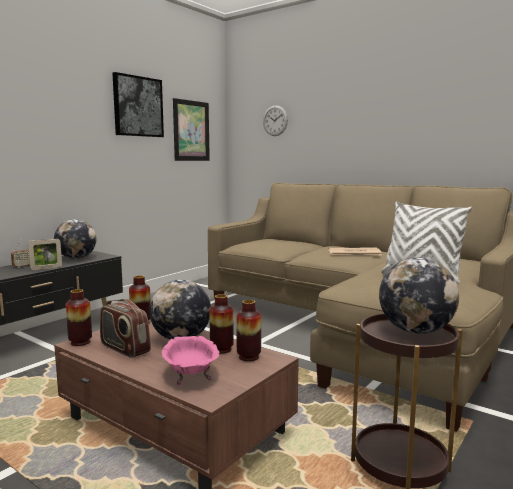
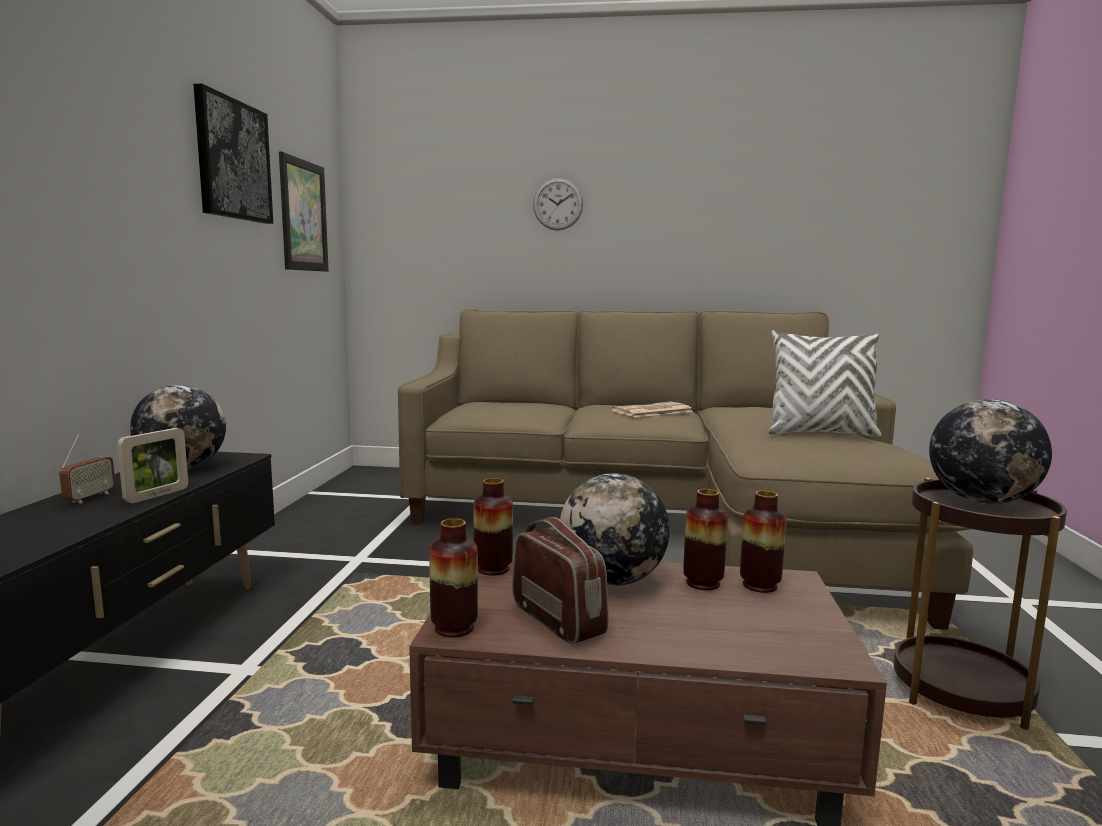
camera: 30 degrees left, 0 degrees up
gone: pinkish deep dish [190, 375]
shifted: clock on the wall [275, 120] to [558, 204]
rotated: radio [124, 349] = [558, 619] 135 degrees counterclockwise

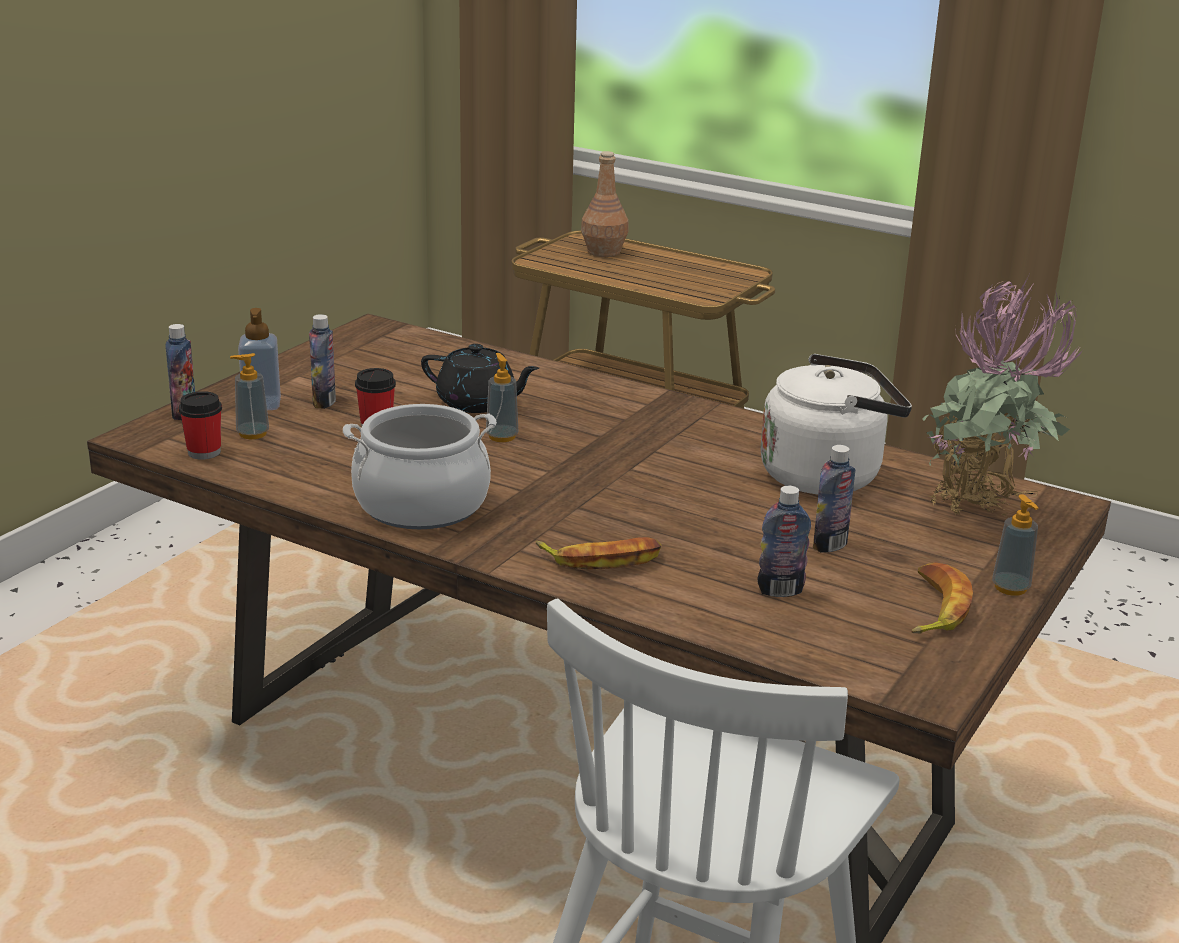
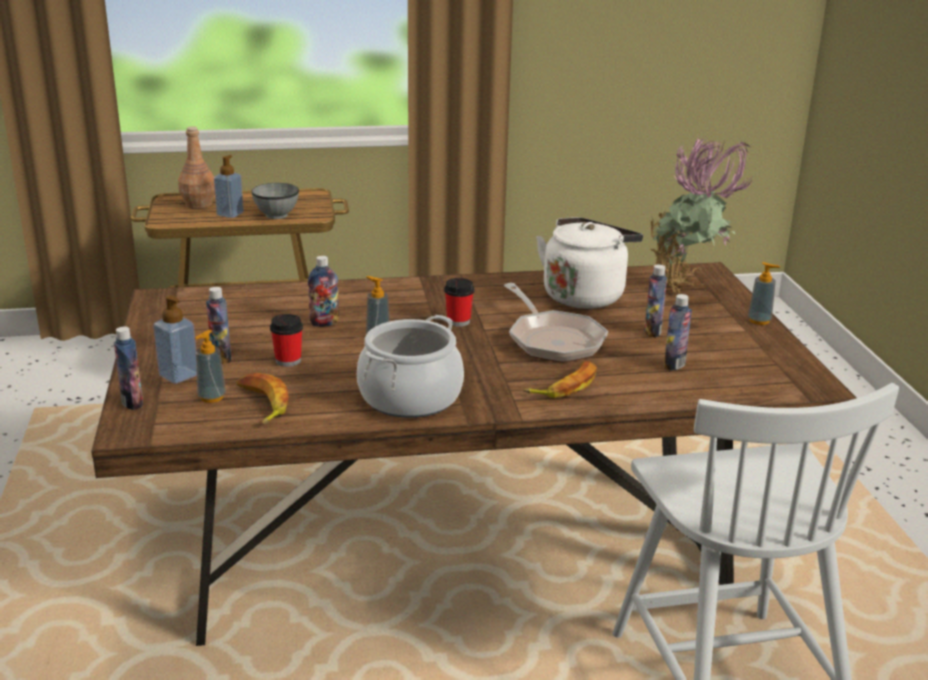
camera: 40 degrees left, 0 degrees up
new: liquid soap bottle [230, 214]; gray deep dish [276, 215]; pan [552, 340]
shifted: drinking cup [204, 452] to [458, 321]; whole banana [933, 608] to [261, 404]
swapped: black teapot [477, 403] to beverage bottle [324, 323]

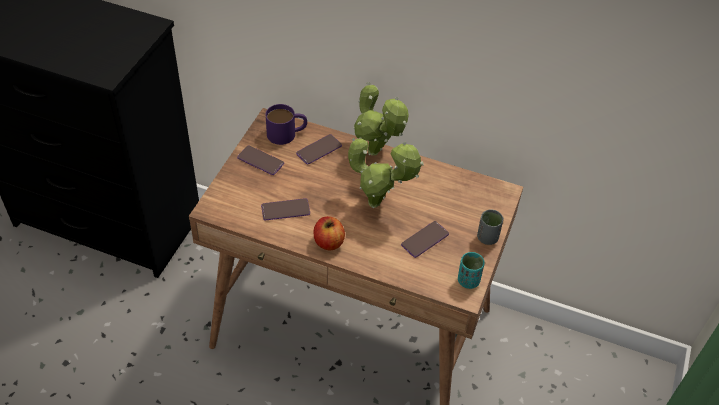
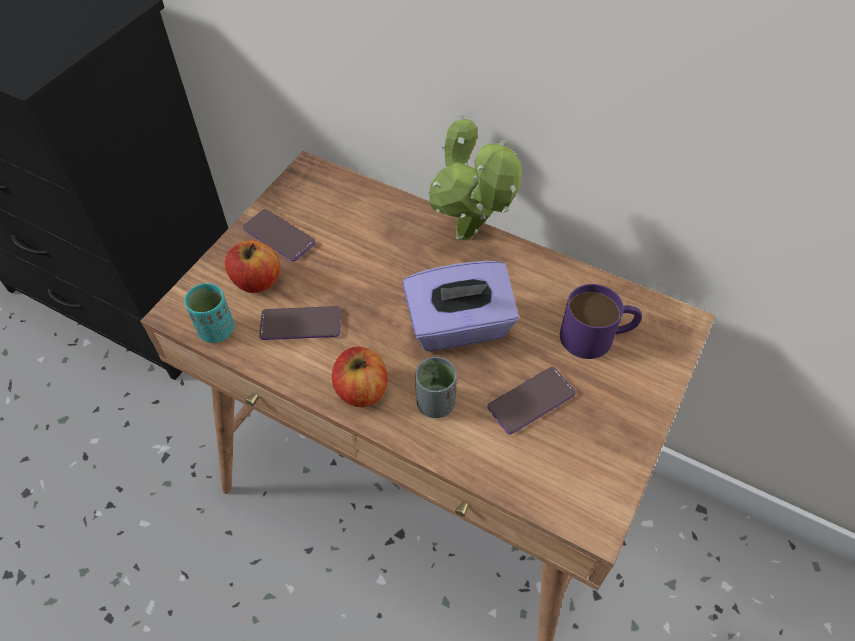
camera: 10 degrees right, 5 degrees up
gone: telephone [319, 150]
new: apple [257, 281]
shifted: purple mug [287, 133] to [597, 336]; gray drinking cup [487, 238] to [435, 403]; turquoise-coloured drinking cup [468, 280] to [216, 330]
swapped: houseplant [378, 204] to purple box of tissues [459, 327]

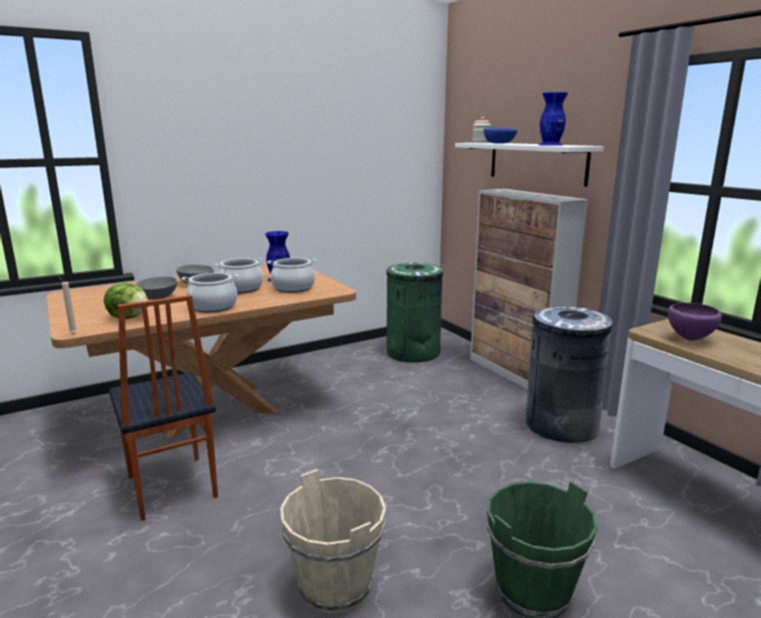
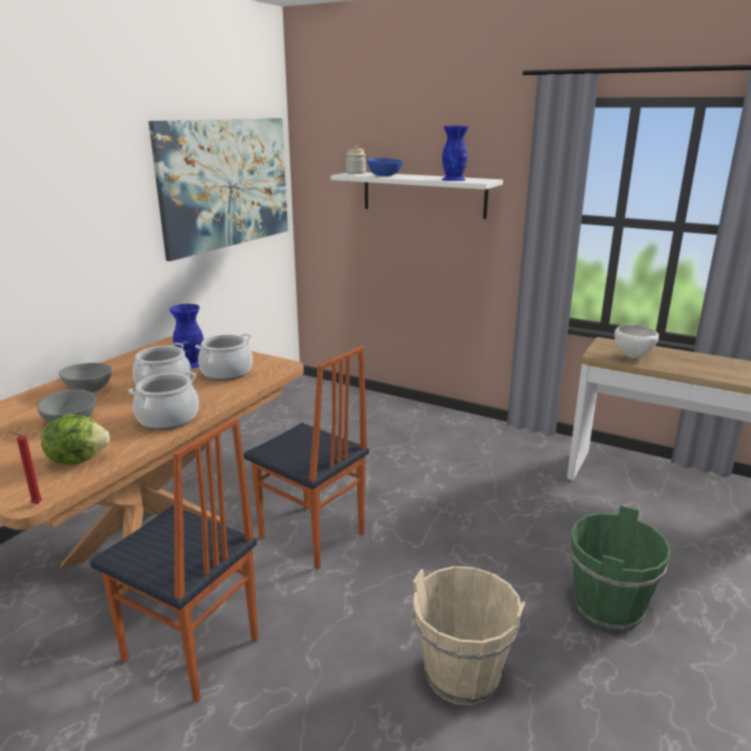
camera: 30 degrees left, 5 degrees up
gone: cupboard [516, 373]; greenish rubbish bin [413, 352]; gray rubbish bin [561, 425]
new: wall picture [226, 183]; upright chair [311, 537]
repainted: beige-coloured candle [72, 334] to reddish candle [35, 504]; purple deep dish [690, 339] to white-coloured deep dish [633, 357]

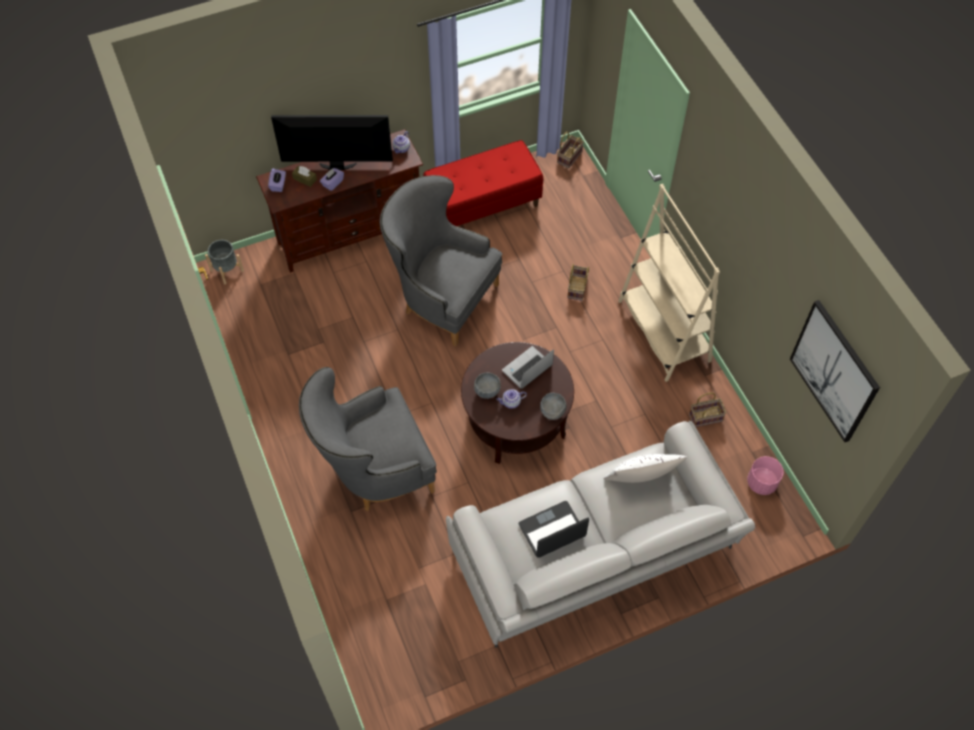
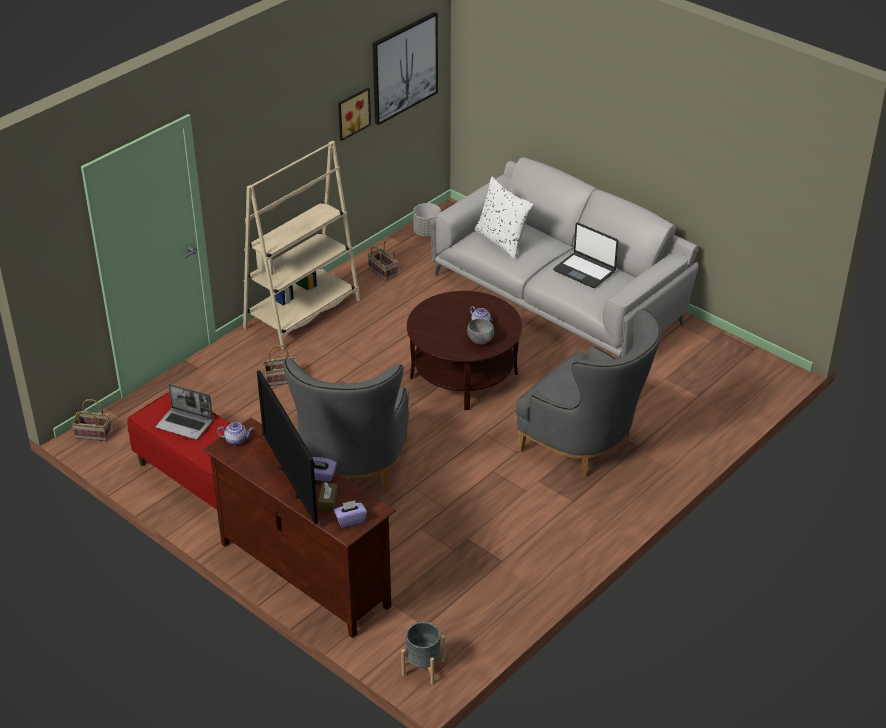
camera: 115 degrees left, 20 degrees down
gone: gray deep dish [552, 412]
new: wall picture [352, 113]
shifted: laptop [527, 369] to [185, 424]
repainted: pinkish flower pot [761, 483] to gray flower pot [427, 232]

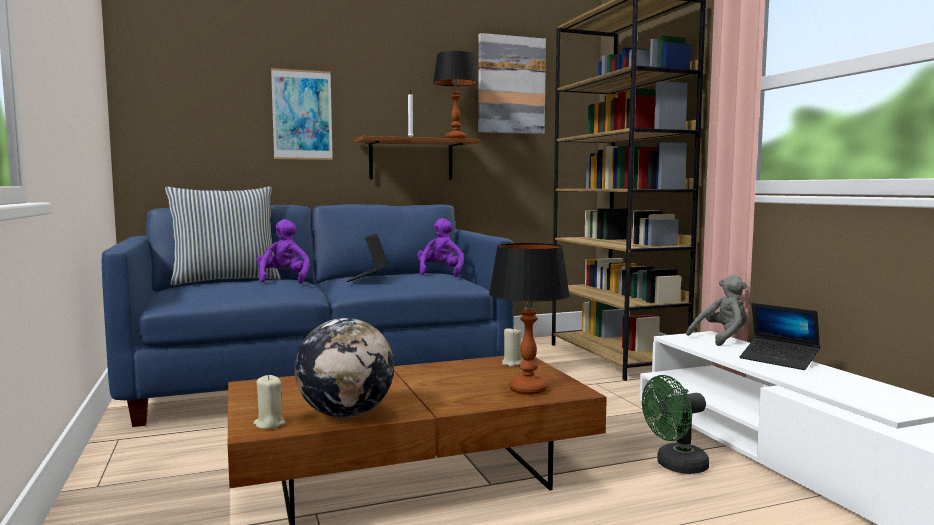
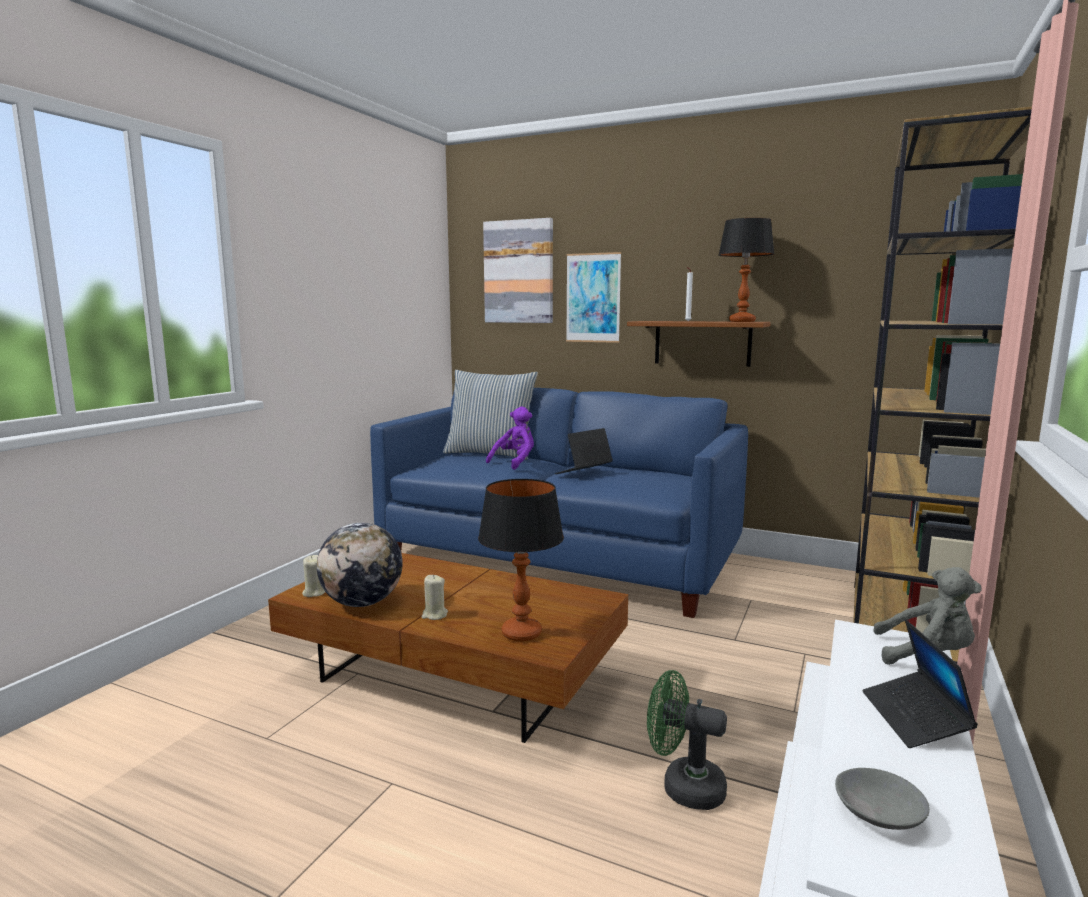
camera: 45 degrees right, 5 degrees up
gone: purple soft toy [440, 273]
new: gray deep dish [877, 812]
shifted: wall picture [511, 85] to [519, 272]; beige-coloured candle [512, 363] to [434, 615]

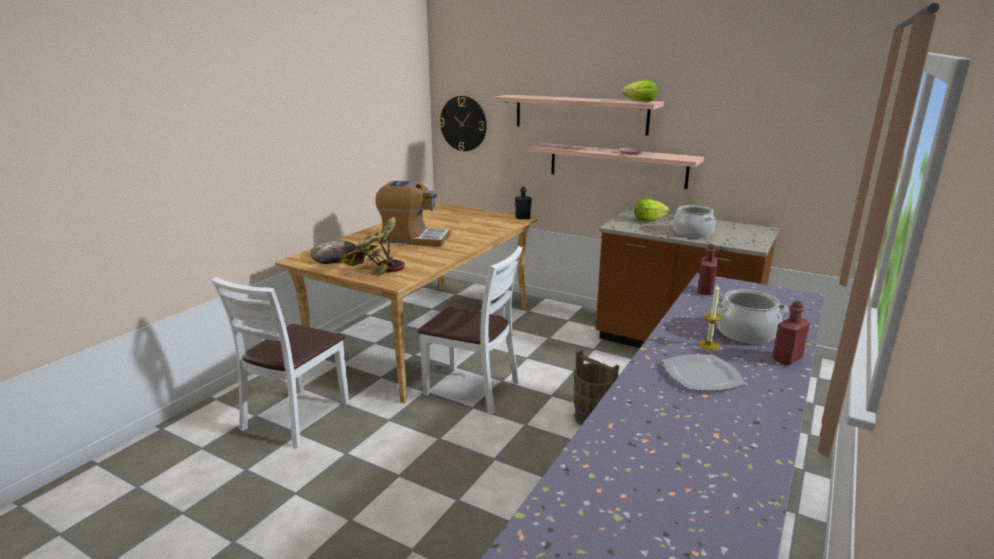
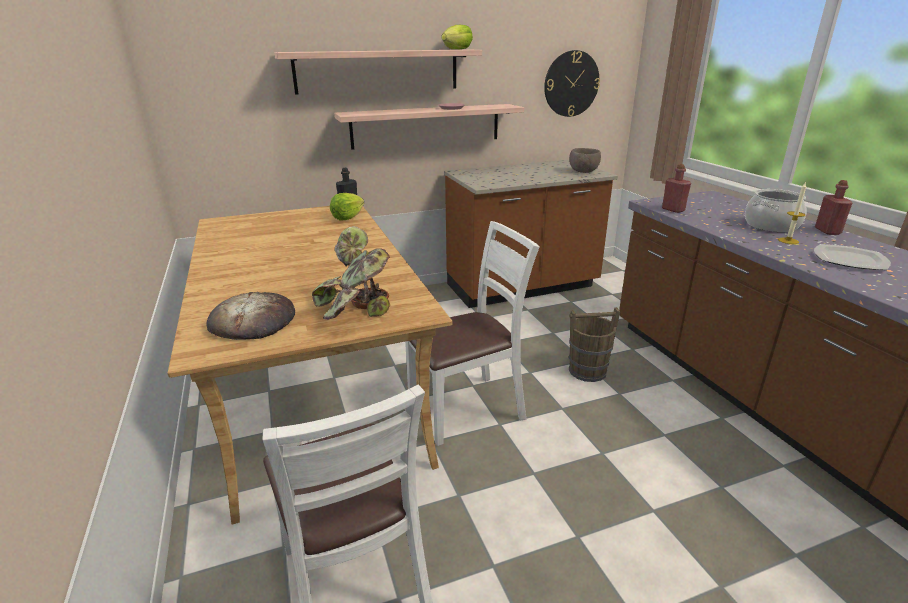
camera: 50 degrees left, 5 degrees up
gone: coffee machine [414, 239]; stockpot [692, 233]
new: brownish deep dish [583, 172]
shifted: clock on the wall [463, 123] to [571, 84]; lettuce head [648, 220] to [347, 217]

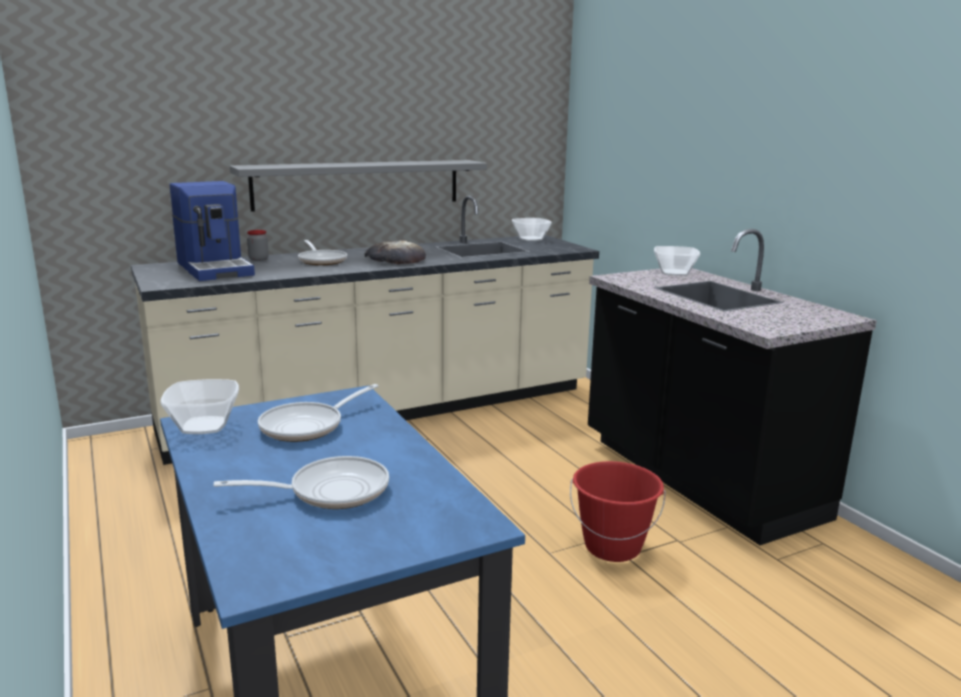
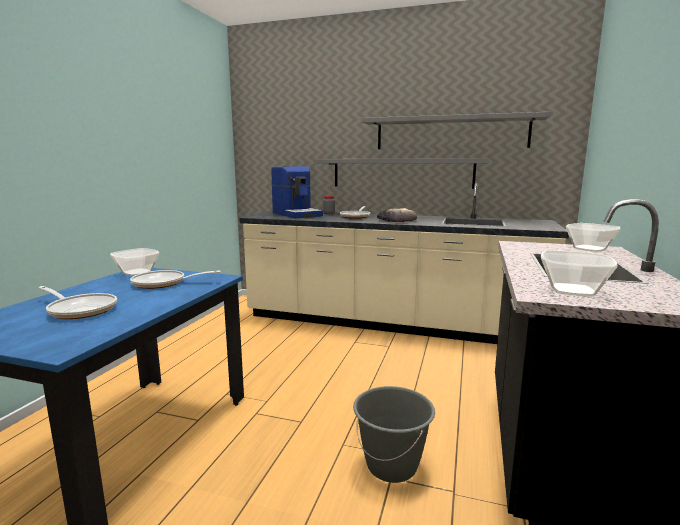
camera: 45 degrees right, 5 degrees down
new: gray wall shelf [451, 133]
shifted: deep dish [530, 239] to [572, 290]
repainted: reddish bucket [612, 547] to gray bucket [392, 465]
rotated: coffee machine [216, 268] = [297, 214] 45 degrees counterclockwise

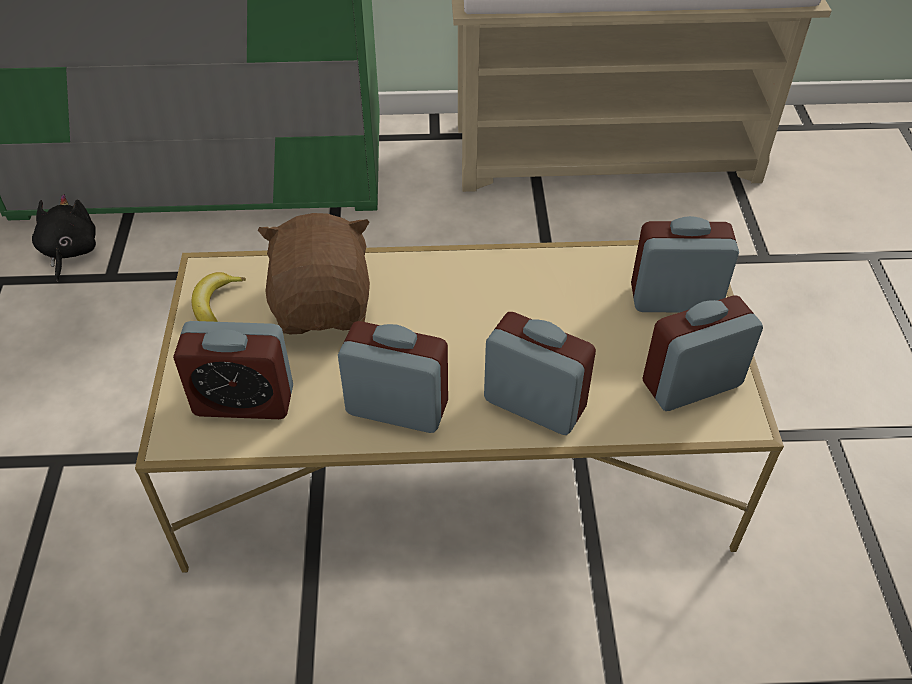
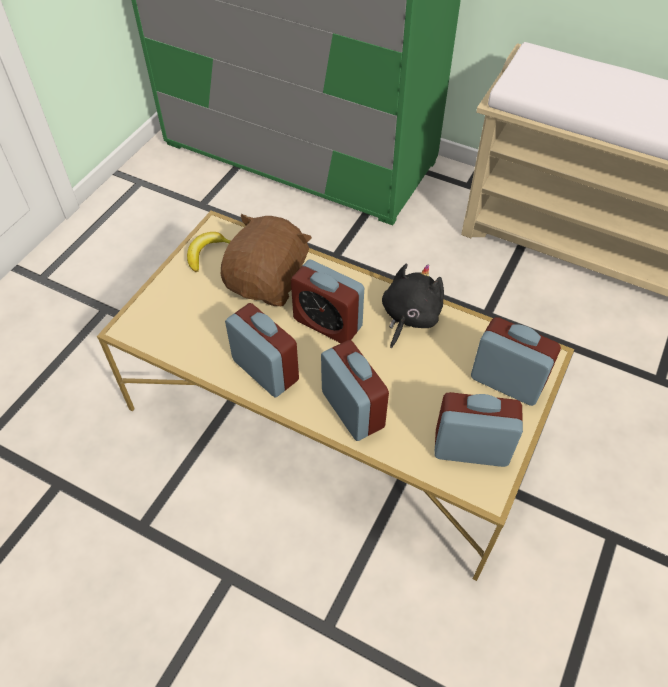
camera: 30 degrees right, 5 degrees up
shifted: black soft toy [69, 252] to [409, 317]; alarm clock [244, 401] to [327, 323]

